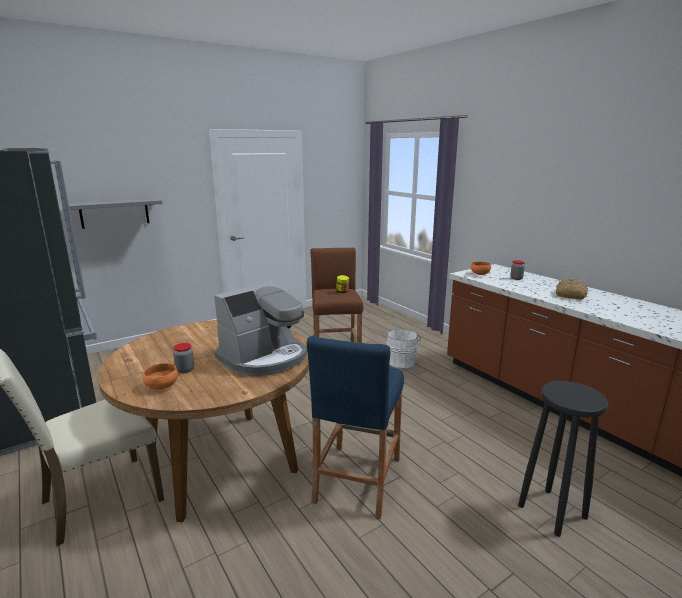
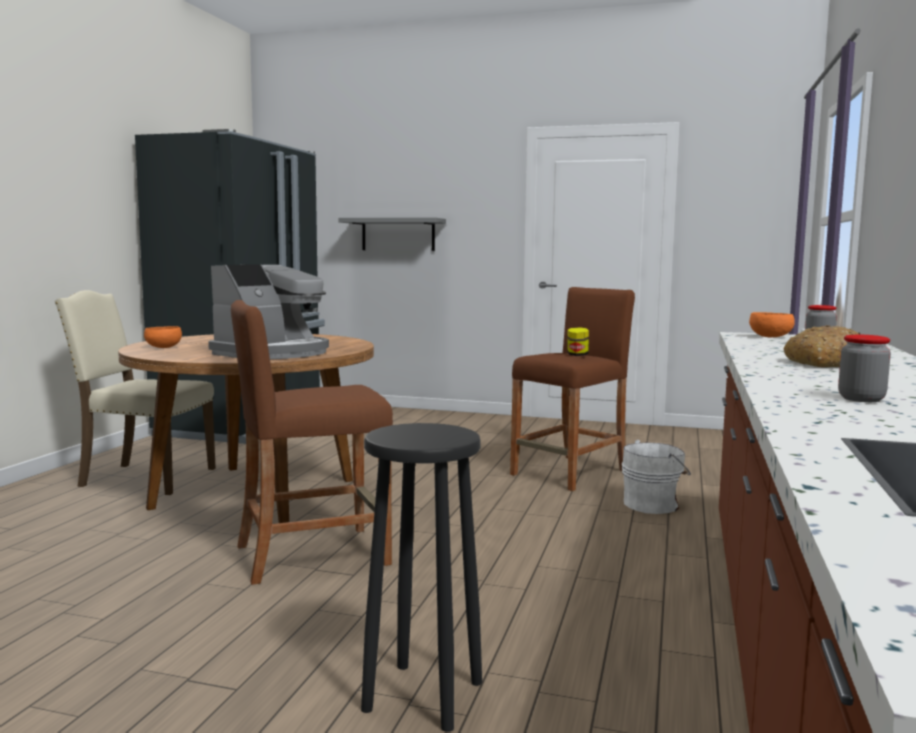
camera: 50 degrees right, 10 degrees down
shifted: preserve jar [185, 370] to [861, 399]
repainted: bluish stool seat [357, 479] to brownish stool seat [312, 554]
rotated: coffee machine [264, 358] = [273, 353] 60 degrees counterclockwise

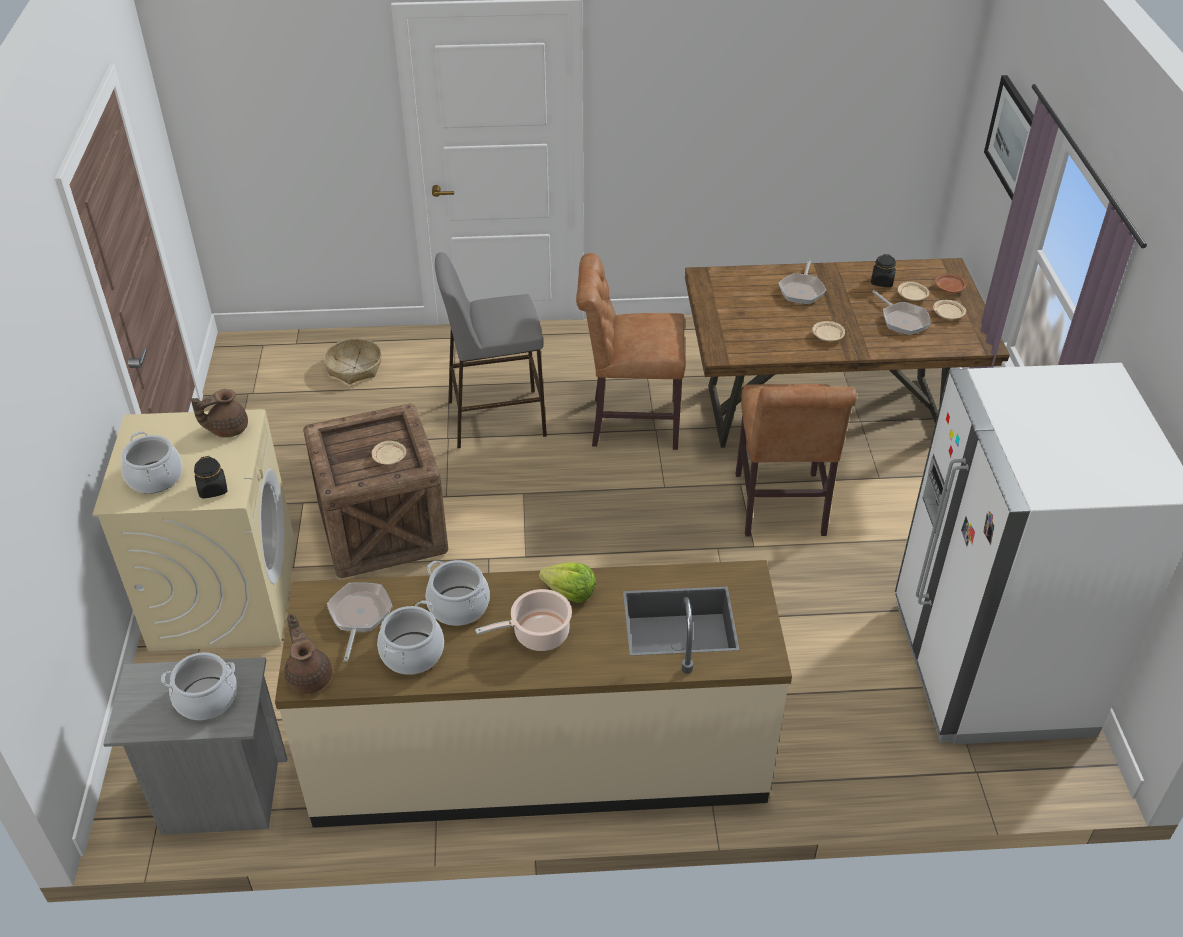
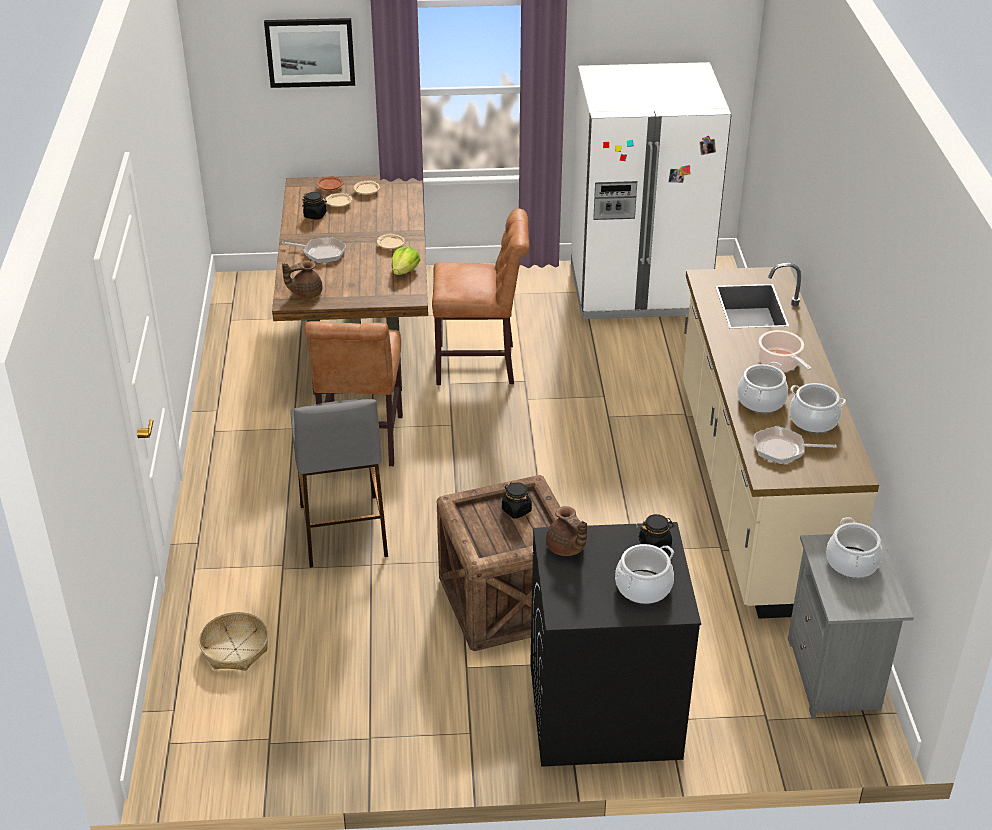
camera: 90 degrees left, 5 degrees down
gone: pan [902, 320]
shifted: lettuce head [570, 593] to [404, 271]; brownish teapot [309, 676] to [305, 293]
swapped: beige-coloured plate [389, 458] to black preserve jar [516, 510]
repainted: beige-coloured laundry appliance [224, 595] to black laundry appliance [603, 711]

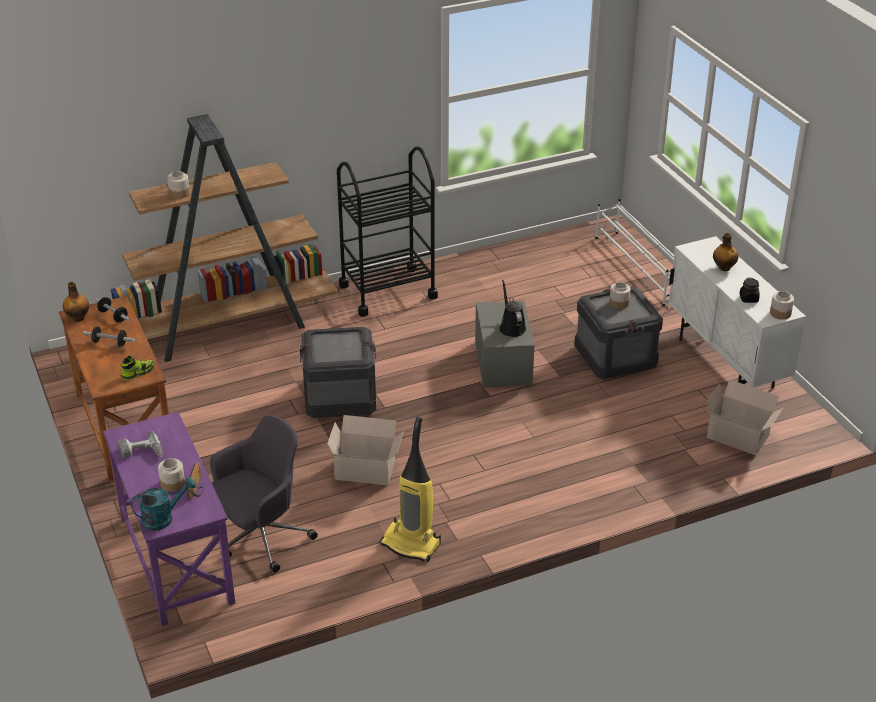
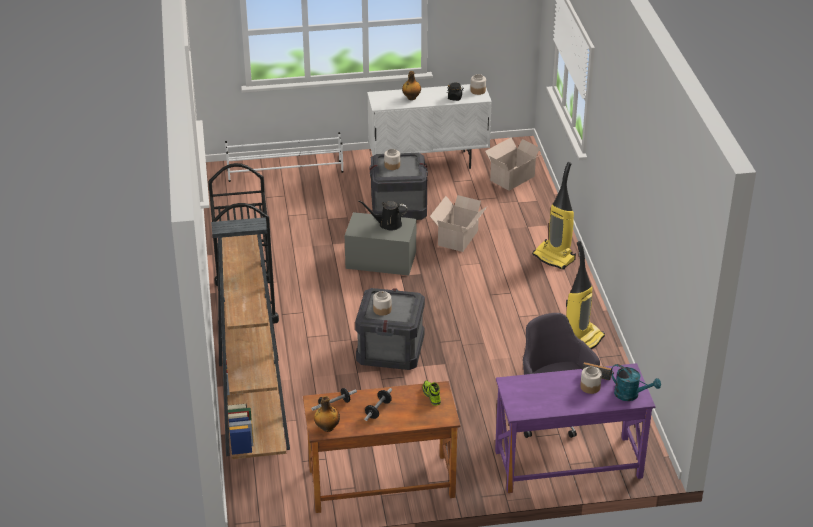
camera: 75 degrees left, 0 degrees up
gone: drill [142, 452]
new: vacuum cleaner [554, 257]
shifted: preserve jar [179, 193] to [382, 310]; packing box [366, 471] to [459, 237]
rotated: turquoise-coloured watering pot [163, 518] = [631, 395] 135 degrees clockwise

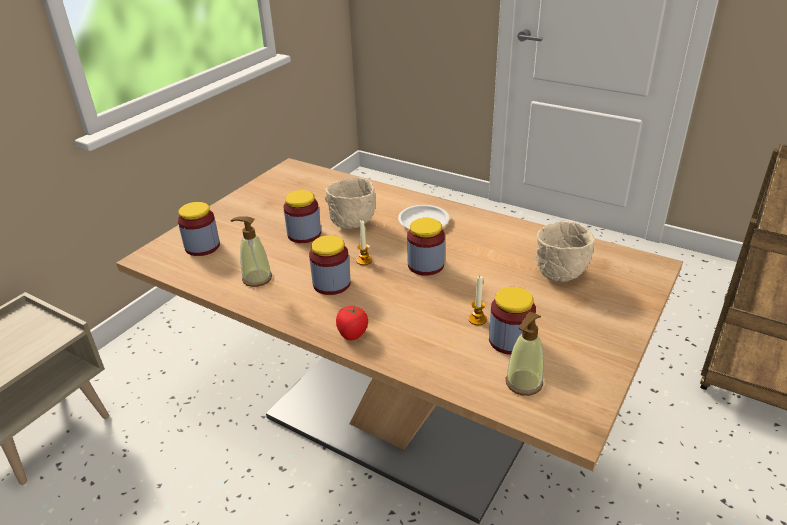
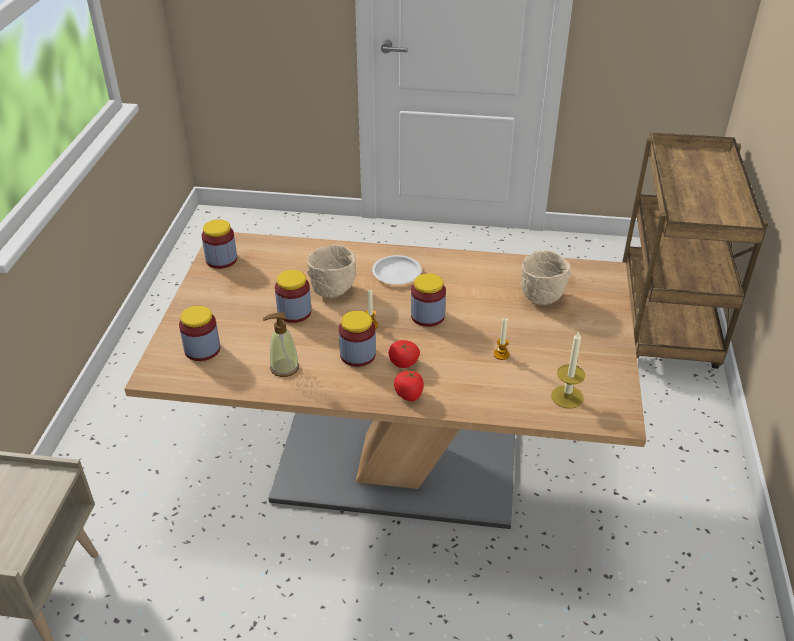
camera: 25 degrees left, 5 degrees up
new: tomato [403, 363]
shifted: preserve jar [510, 340] to [221, 259]
swapped: liquid soap bottle [523, 383] to candle [567, 397]

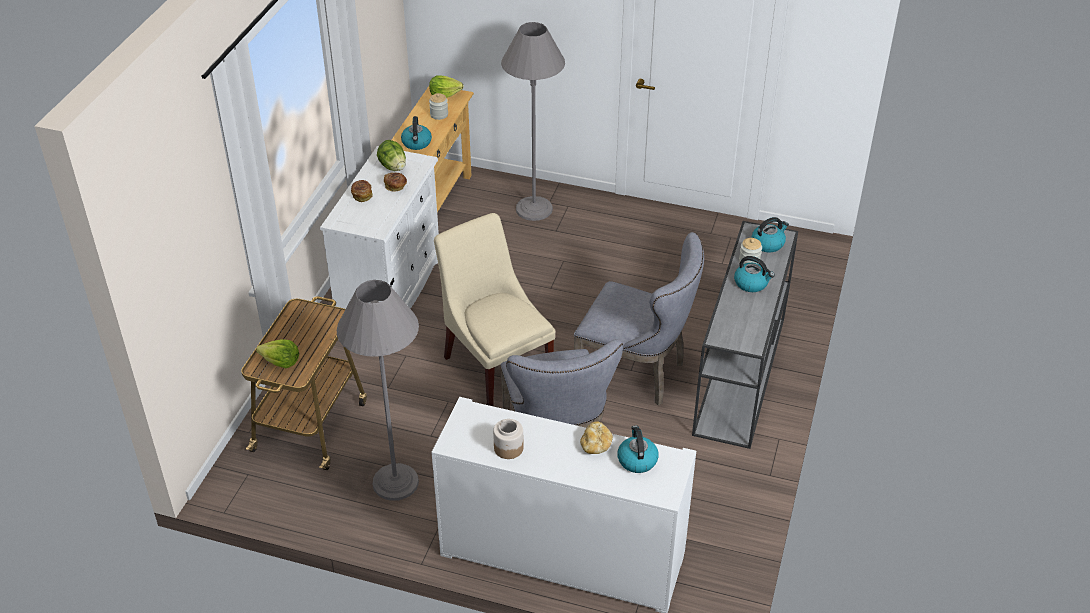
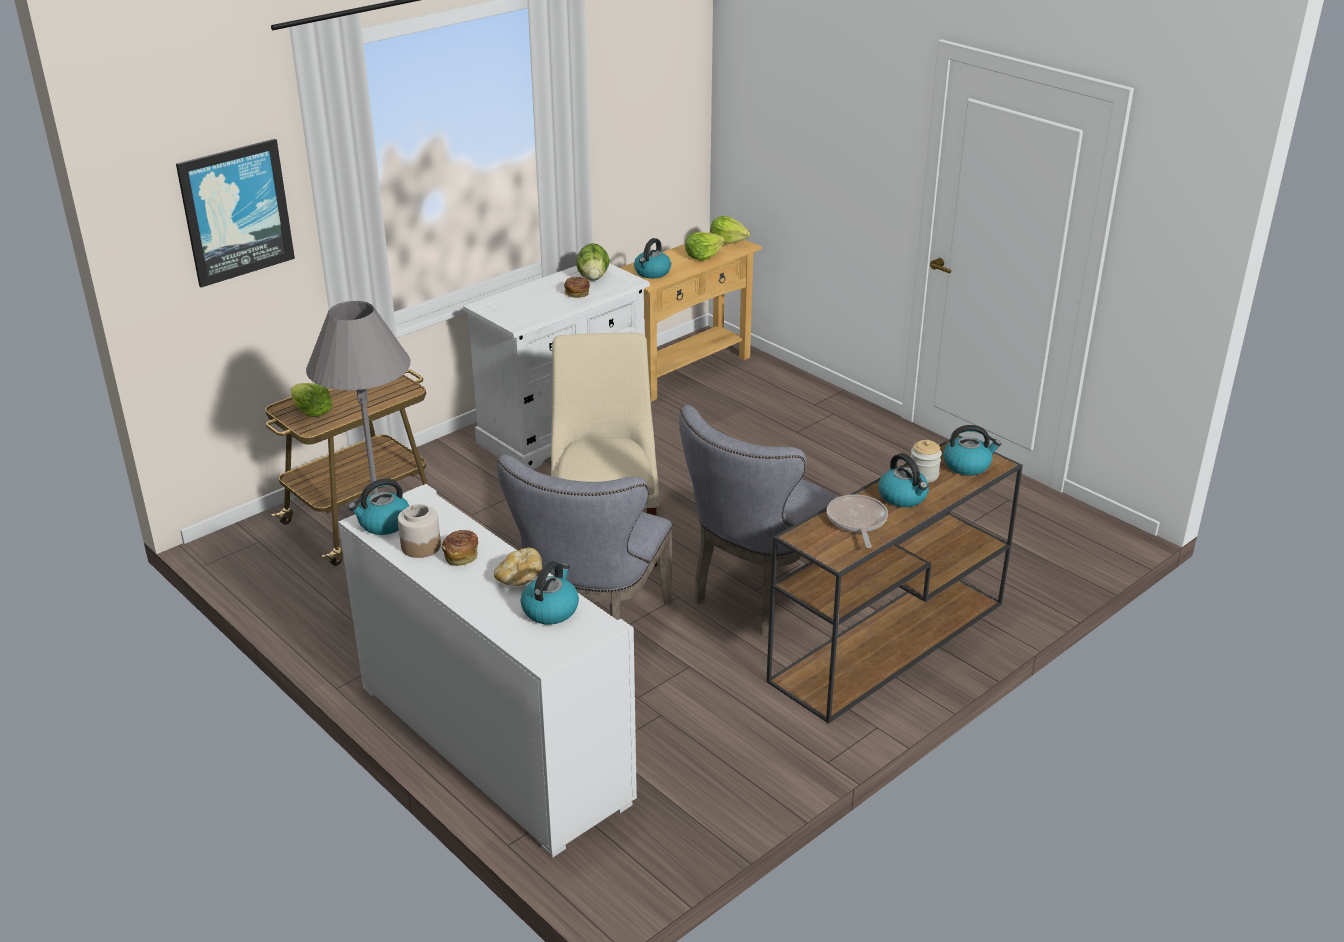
camera: 30 degrees right, 10 degrees down
gone: gray standard lamp [534, 209]
new: wall picture [236, 212]; kettle [383, 524]; pan [857, 521]
shifted: baked bread [362, 195] to [461, 555]
swapped: preserve jar [439, 115] to lettuce head [703, 256]
repainted: gray hall table [740, 377] to brownish hall table [887, 643]
rotated: gray upright chair [637, 373] = [760, 595] 75 degrees clockwise

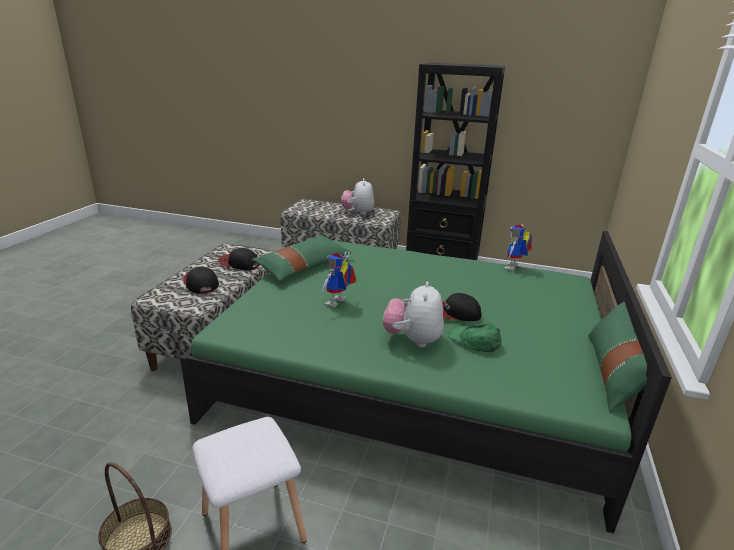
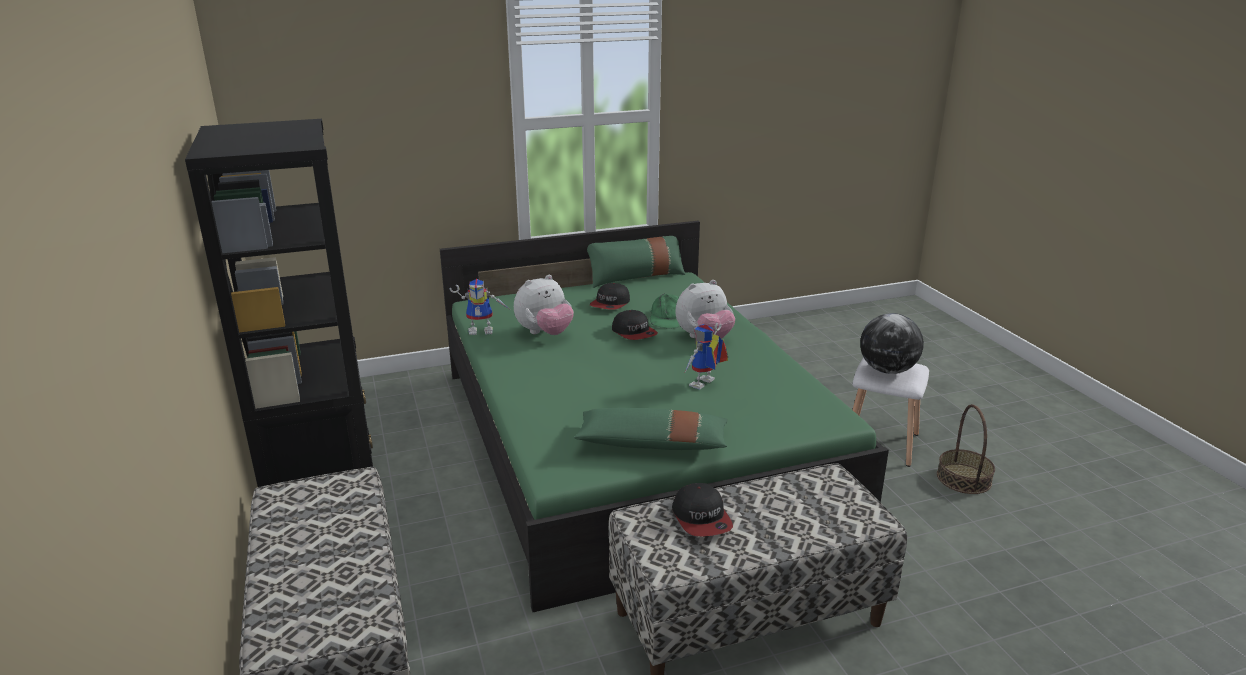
camera: 125 degrees left, 0 degrees up
new: desk globe [887, 370]
shifted: soft toy [358, 212] to [545, 333]; baseball cap [201, 283] to [610, 304]
rotated: robot figure [337, 304] = [704, 385] 135 degrees clockwise

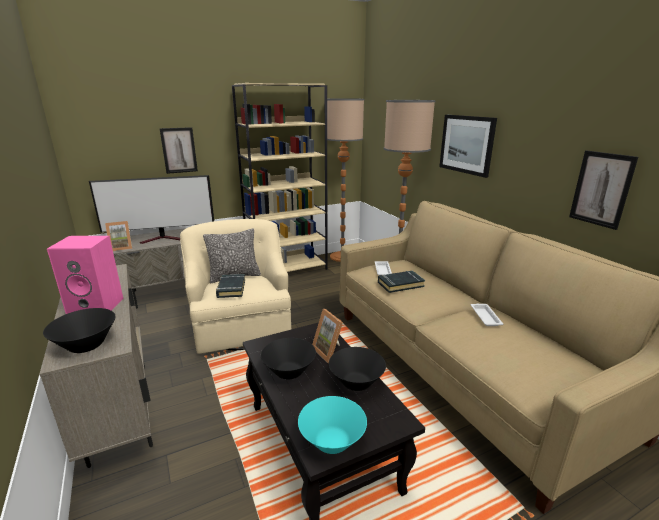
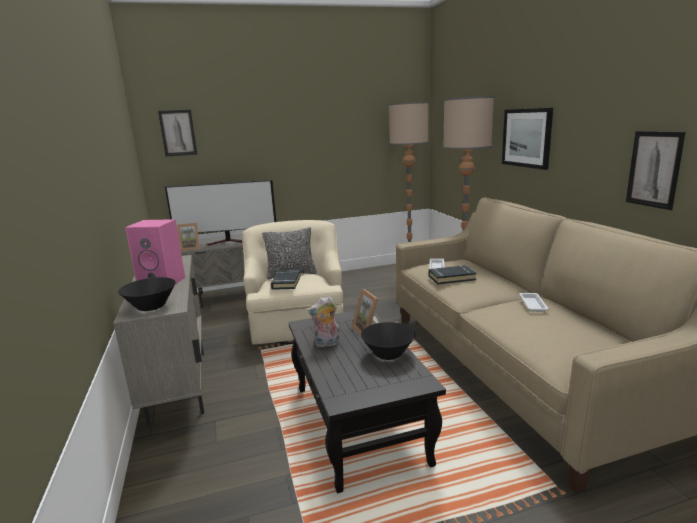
camera: 10 degrees right, 5 degrees down
gone: beige-coloured shelving unit [287, 269]; turquoise-coloured deep dish [332, 441]
shifted: wall picture [179, 150] to [178, 133]
swapped: black deep dish [289, 371] to soft toy [326, 344]

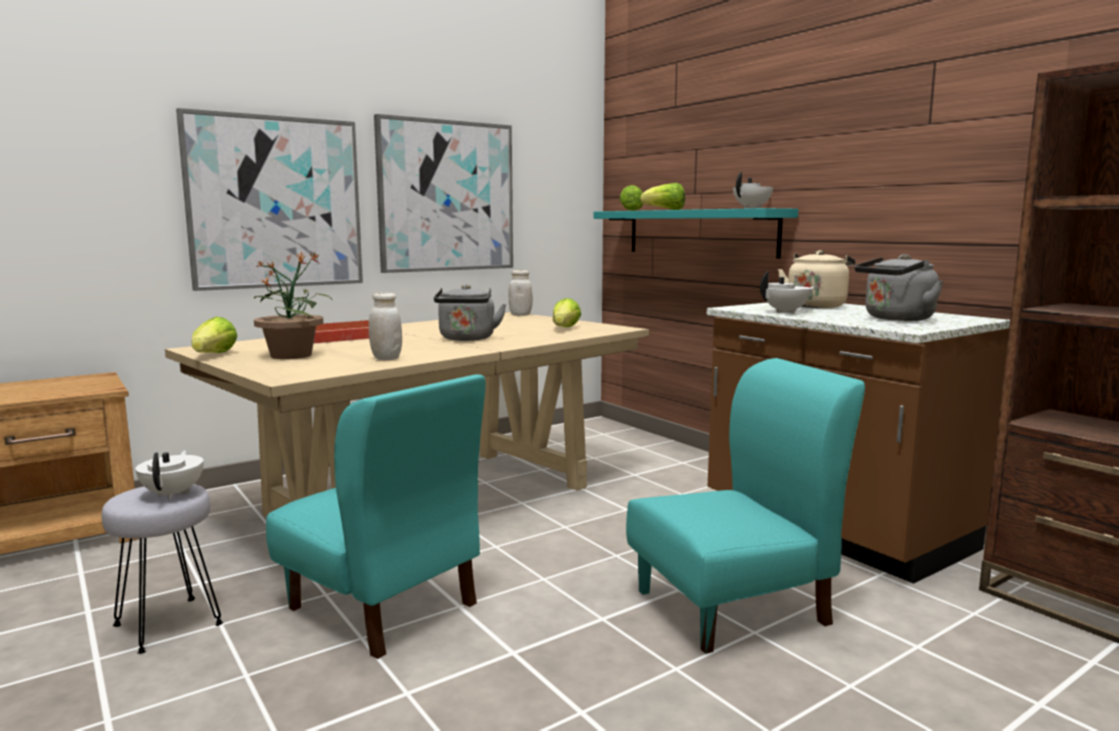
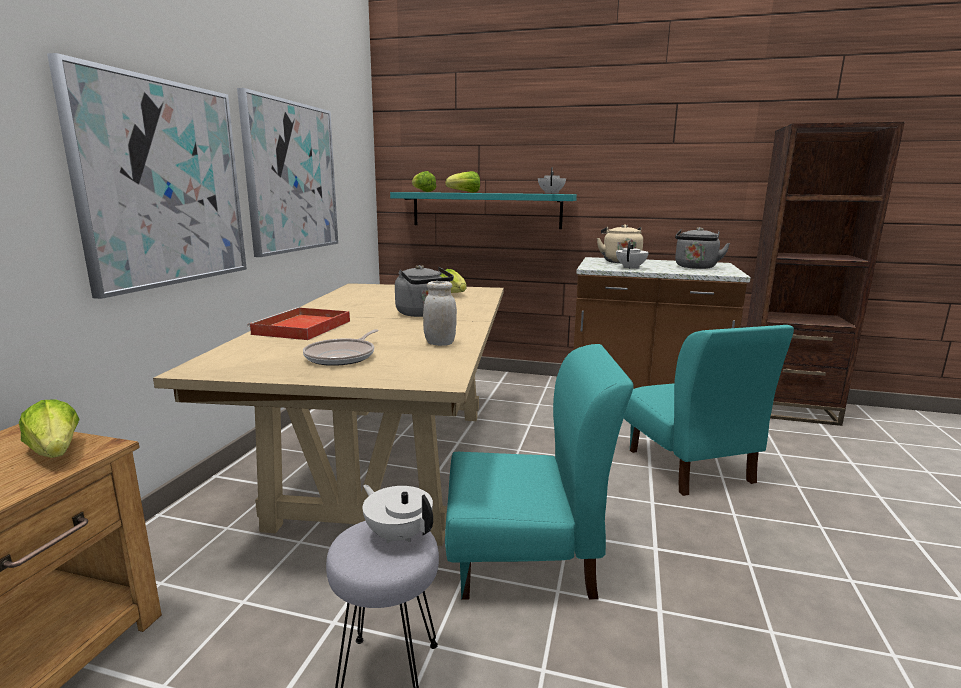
camera: 40 degrees left, 5 degrees up
gone: white-coloured preserve jar [520, 315]
shifted: lettuce head [214, 355] to [56, 452]
swapped: houseplant [292, 355] to pan [342, 356]
rotated: turquoise-coloured upright chair [733, 607] = [689, 466] 135 degrees clockwise

